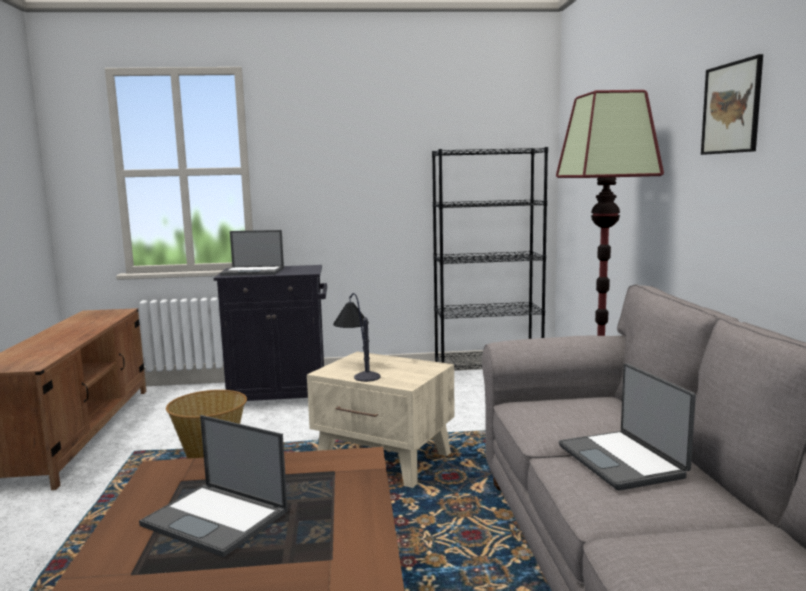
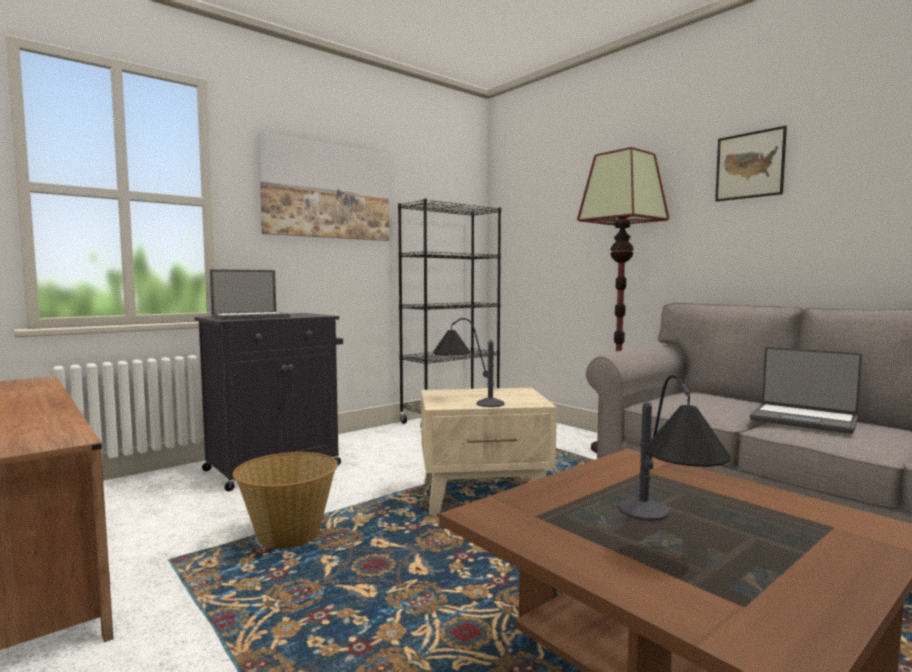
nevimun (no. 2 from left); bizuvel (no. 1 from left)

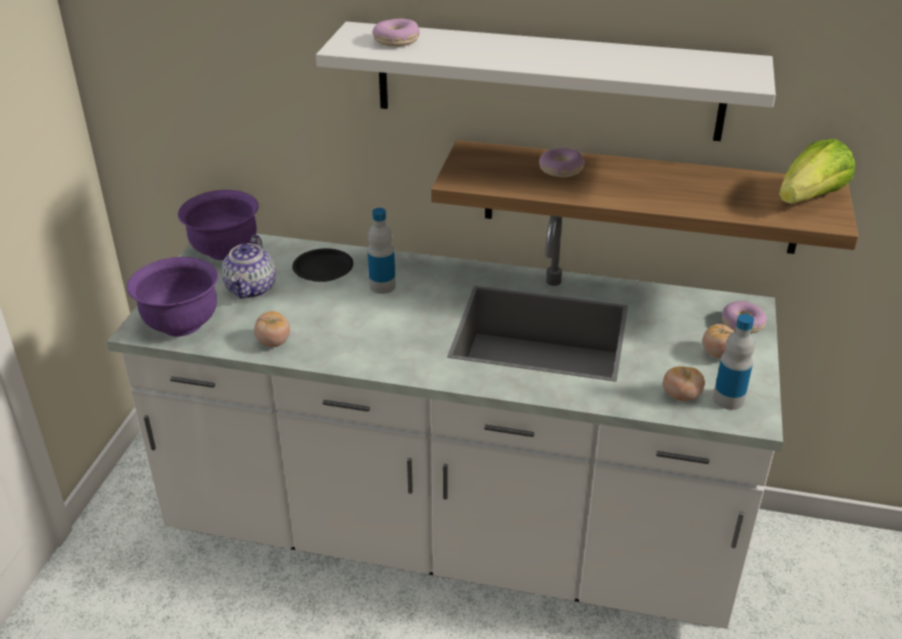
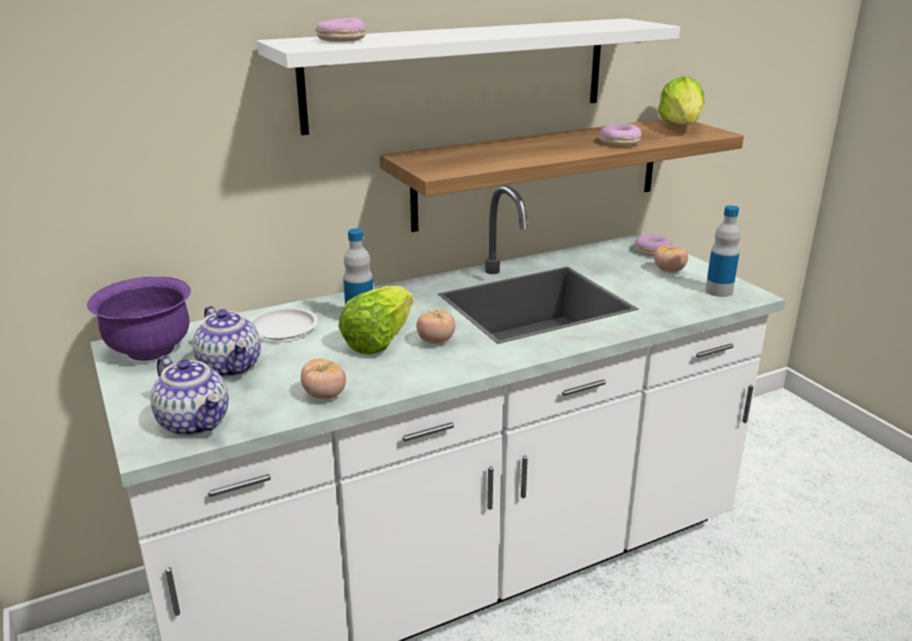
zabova (no. 1 from left); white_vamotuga; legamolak (no. 2 from left); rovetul (no. 2 from left); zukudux (no. 1 from left)

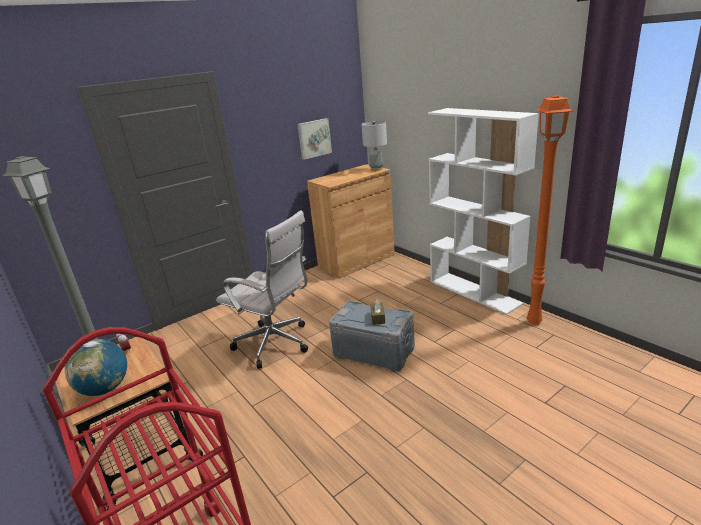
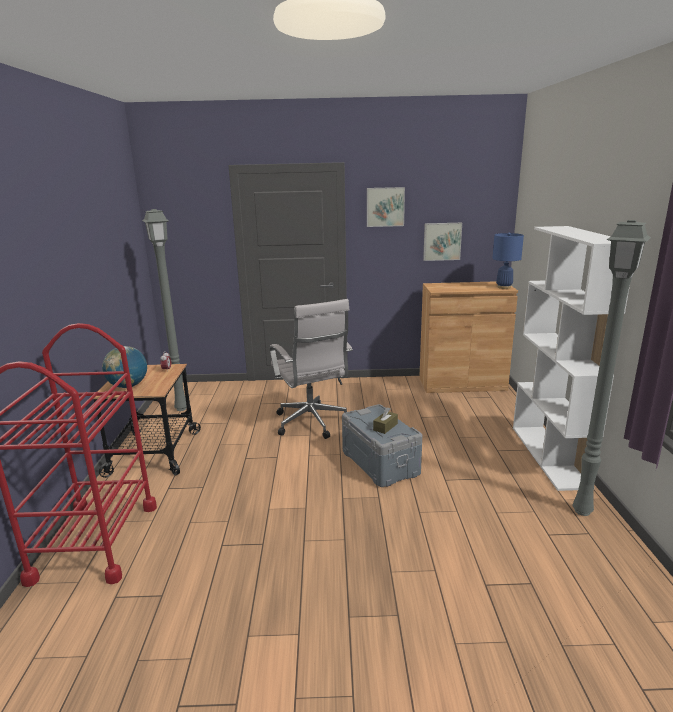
blue_nevimun; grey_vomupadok (no. 2 from left); bizuvel (no. 1 from left)

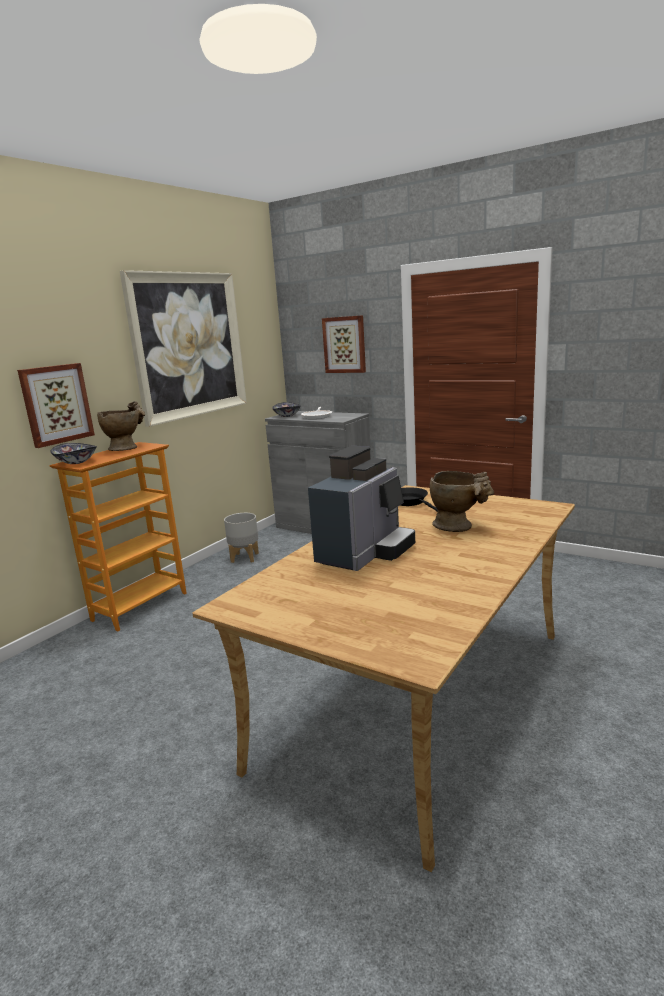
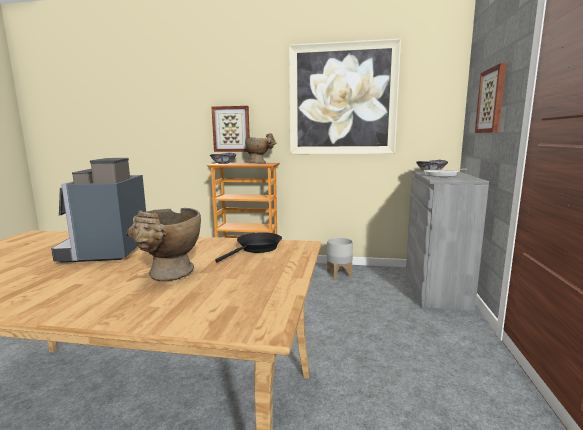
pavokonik

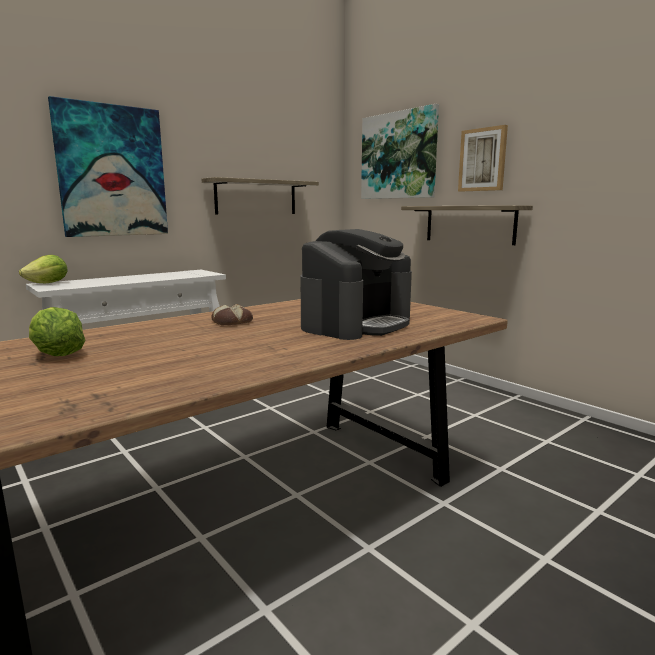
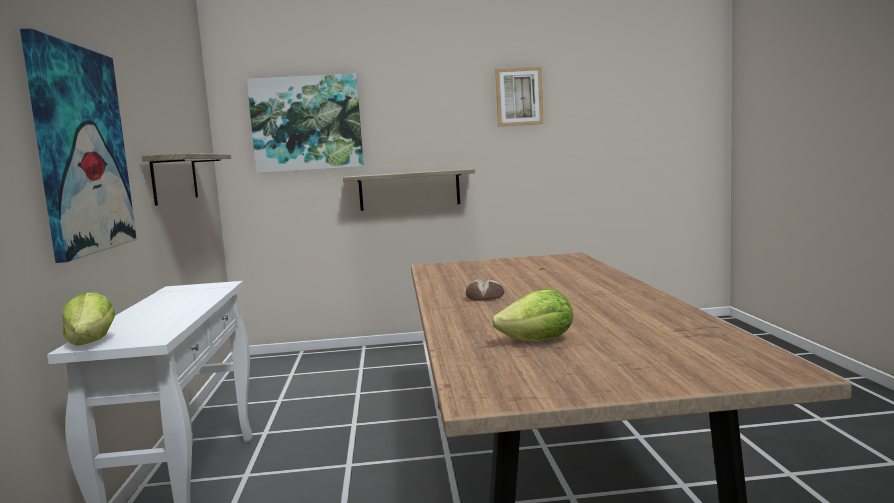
pavokonik; bizuvel (no. 3 from left)

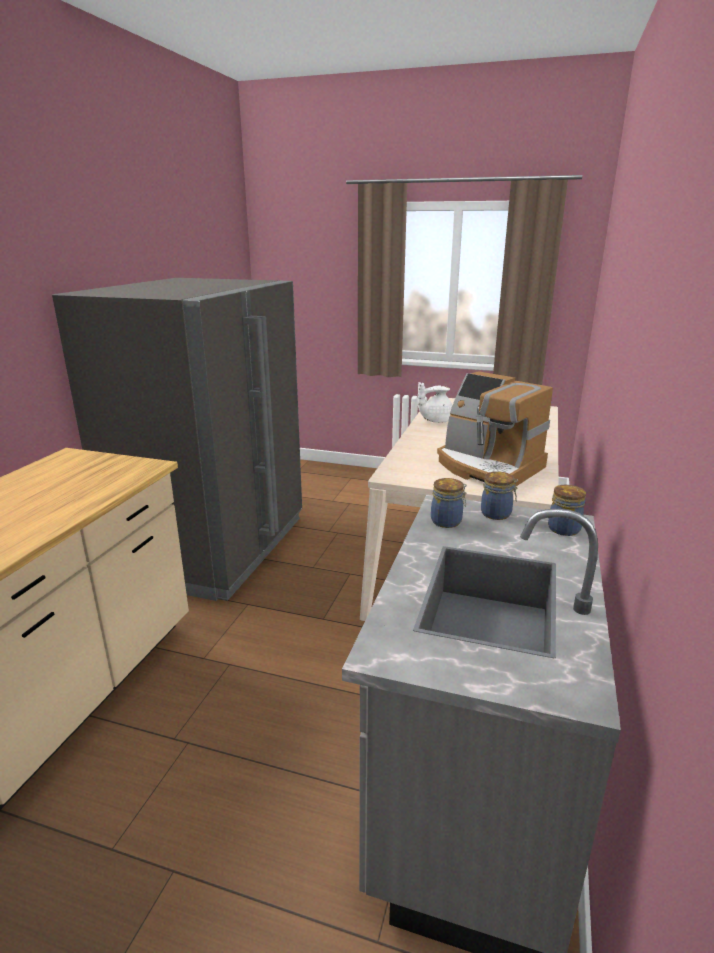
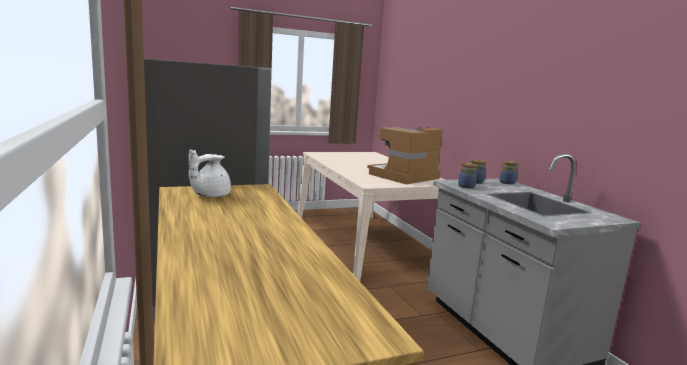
white_zabova; pavokonik

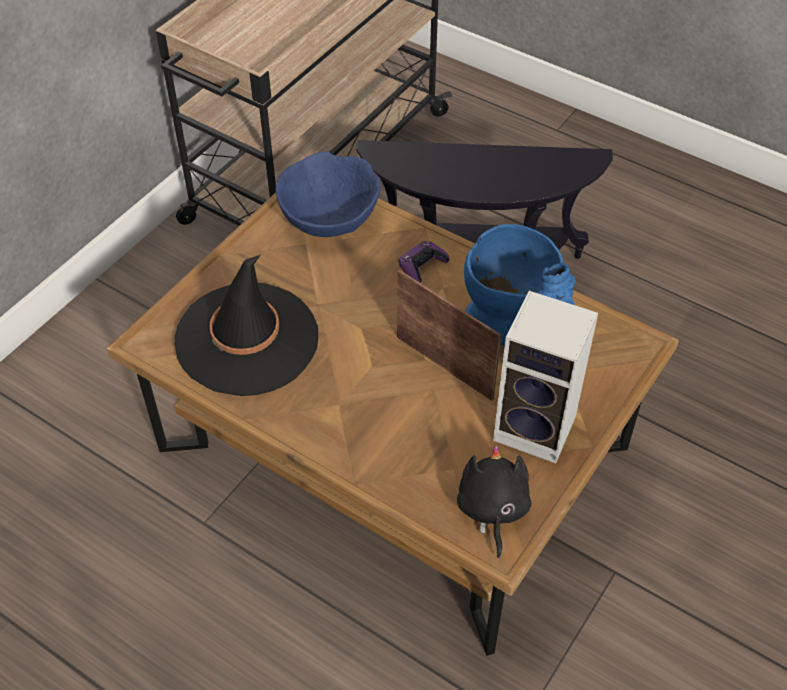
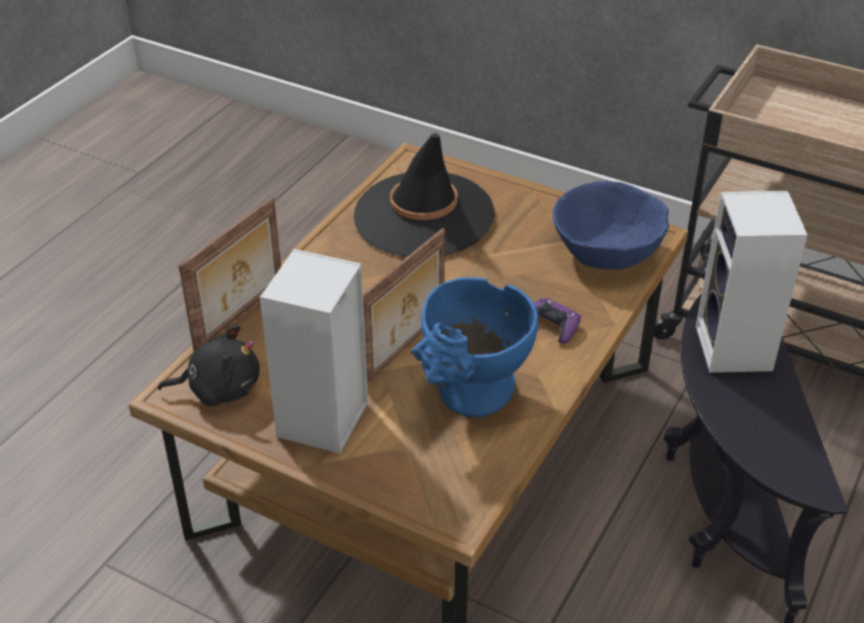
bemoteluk (no. 1 from left); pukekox (no. 2 from left)

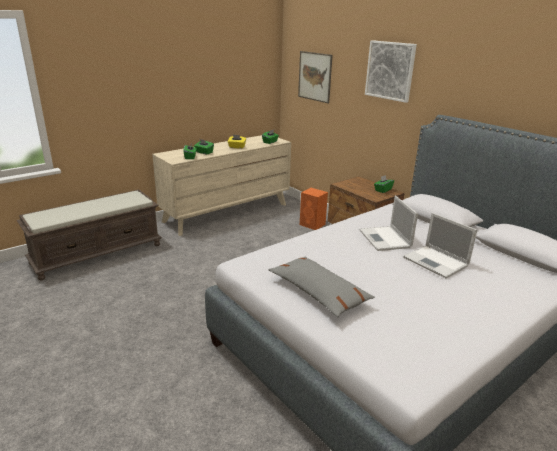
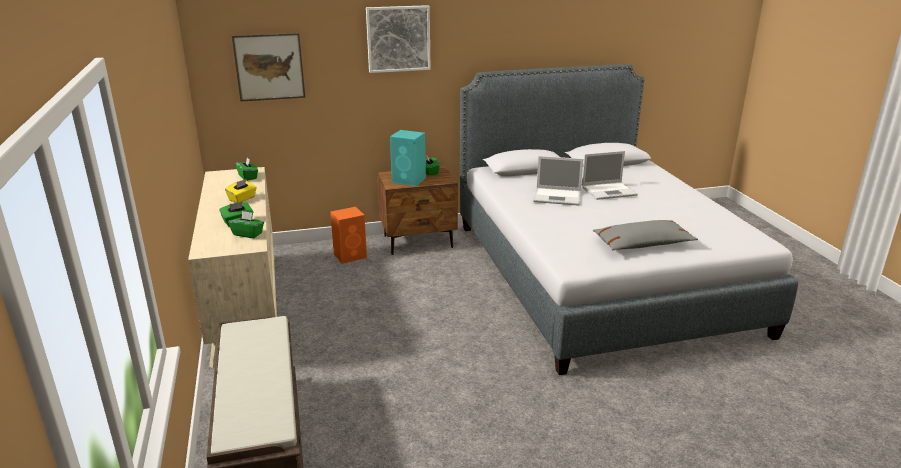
turquoise_pukekox

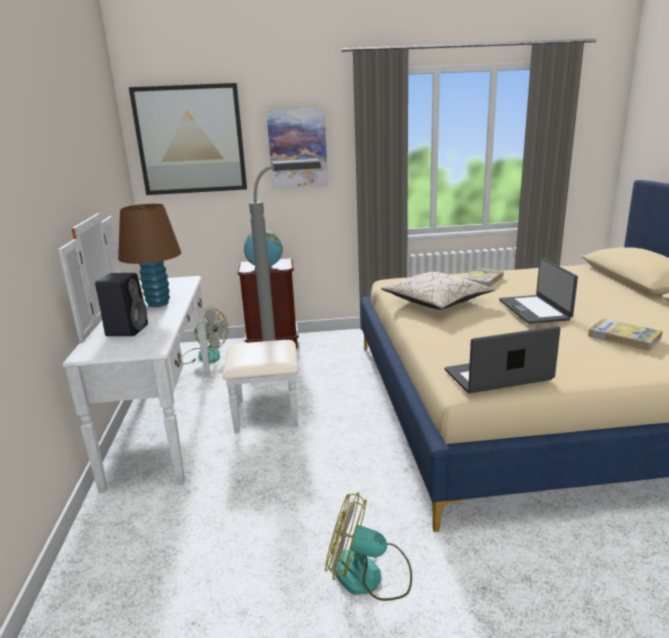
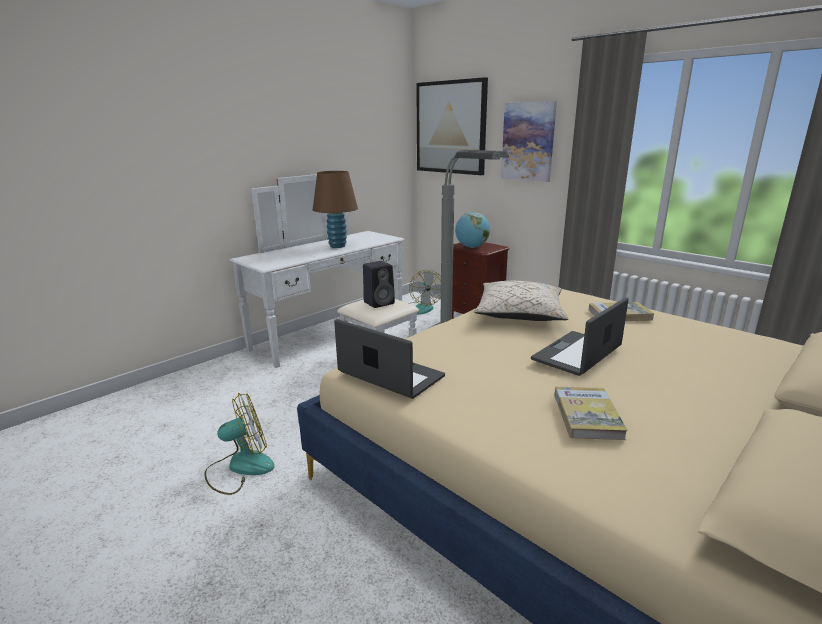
black_pukekox; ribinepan (no. 1 from left)

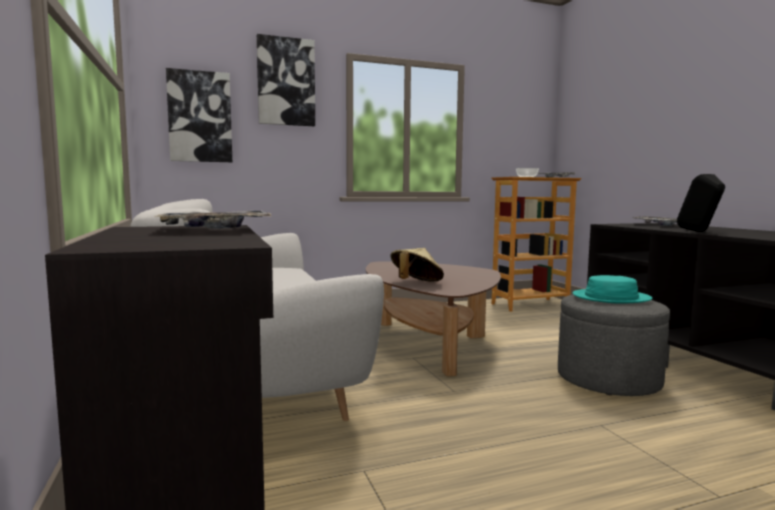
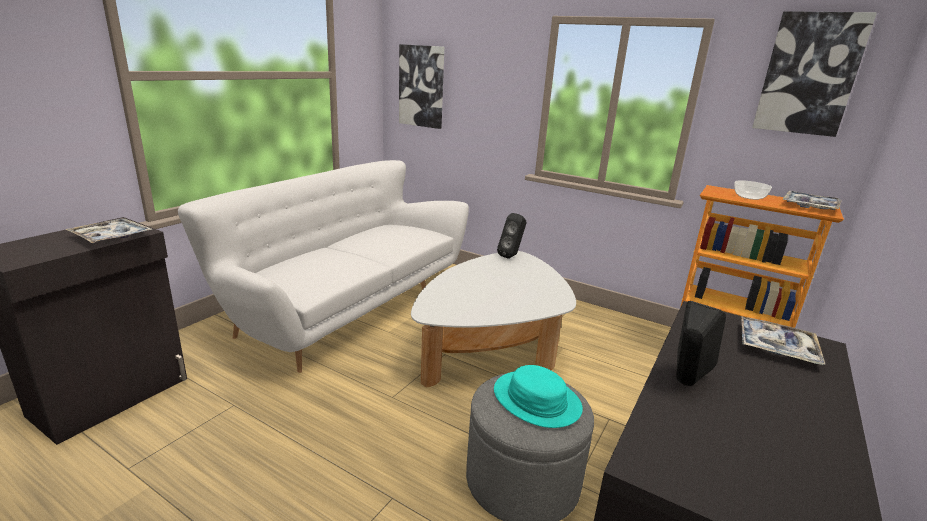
bizuvel (no. 2 from left); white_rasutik; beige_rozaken; black_pukekox (no. 1 from left)

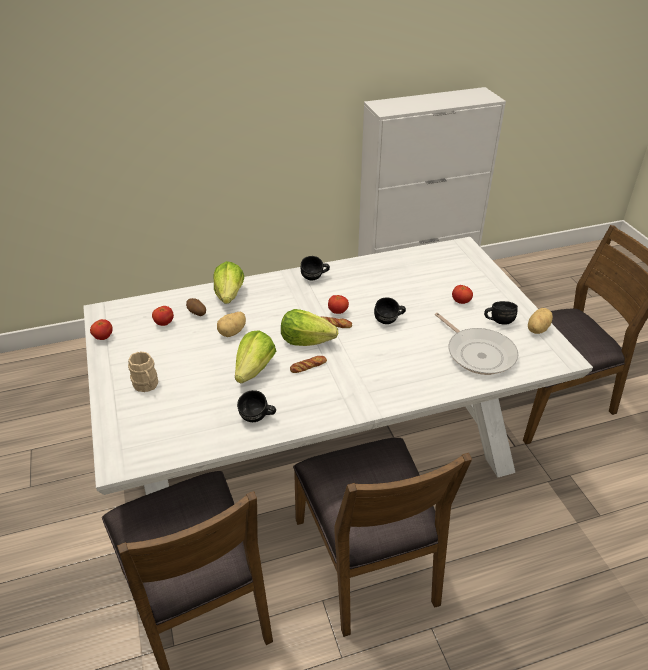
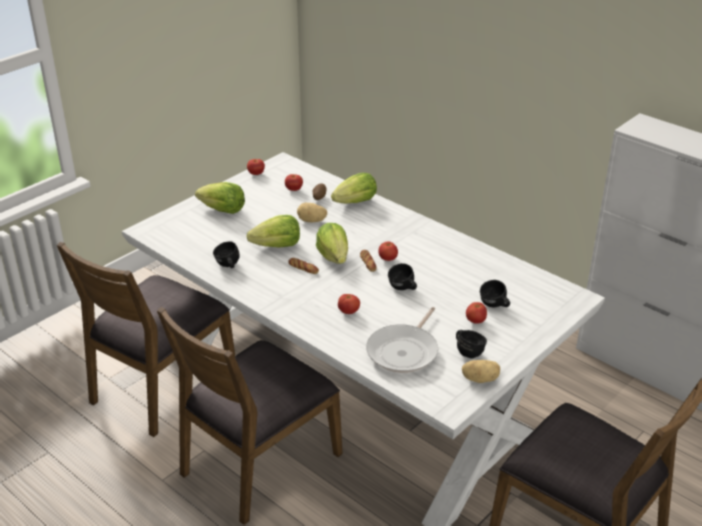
zukudux (no. 1 from left); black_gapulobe (no. 4 from left); rovetul (no. 3 from left)

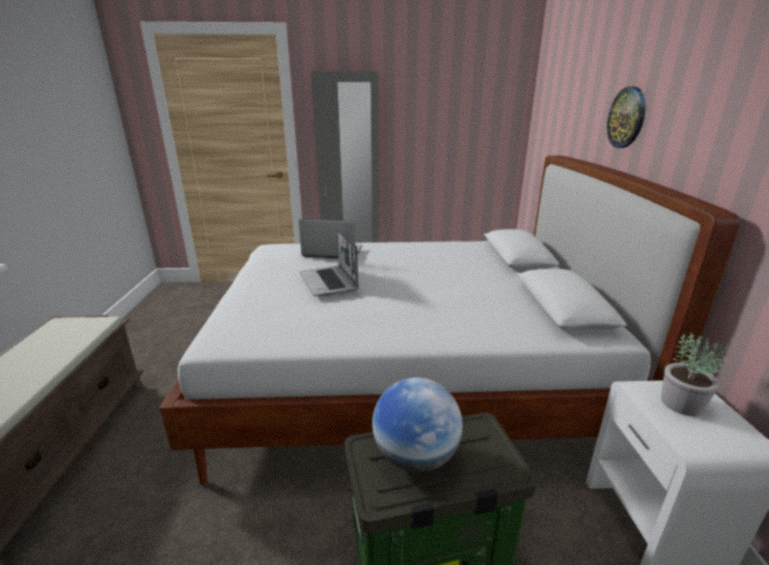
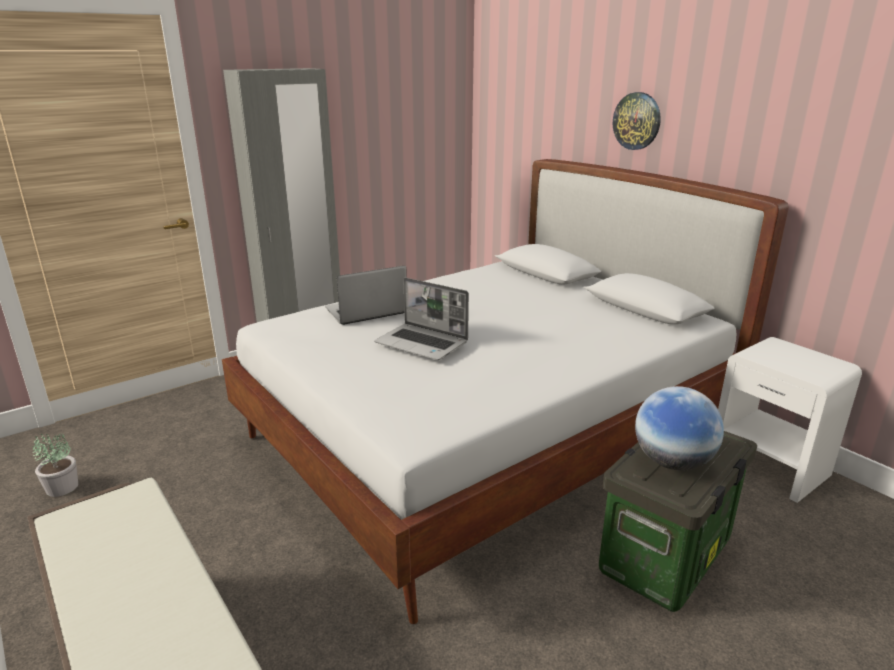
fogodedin

